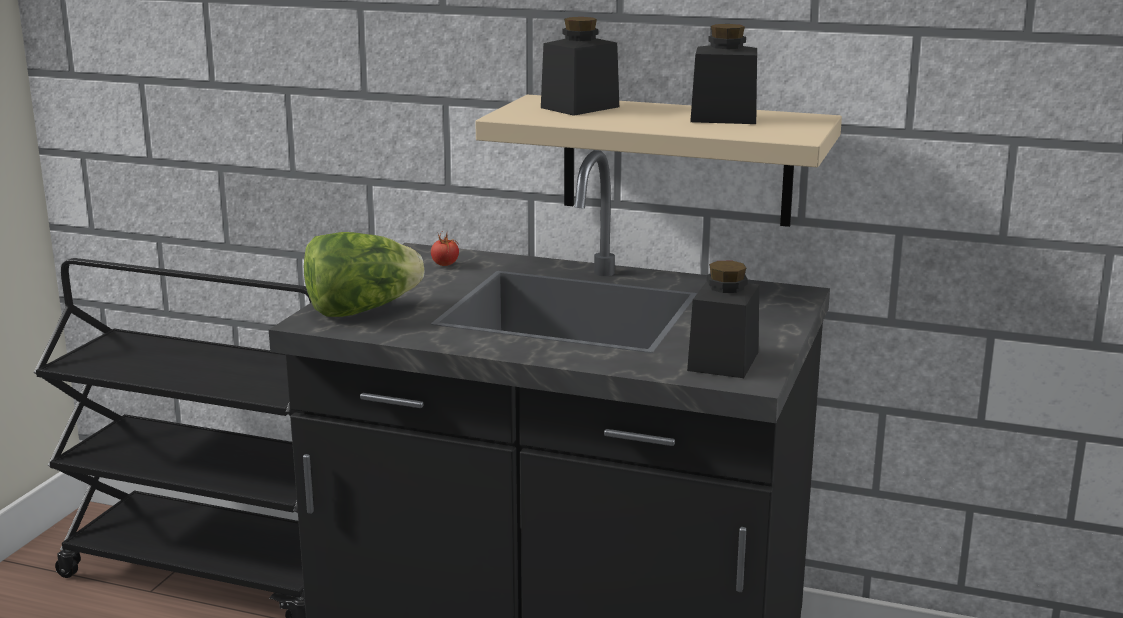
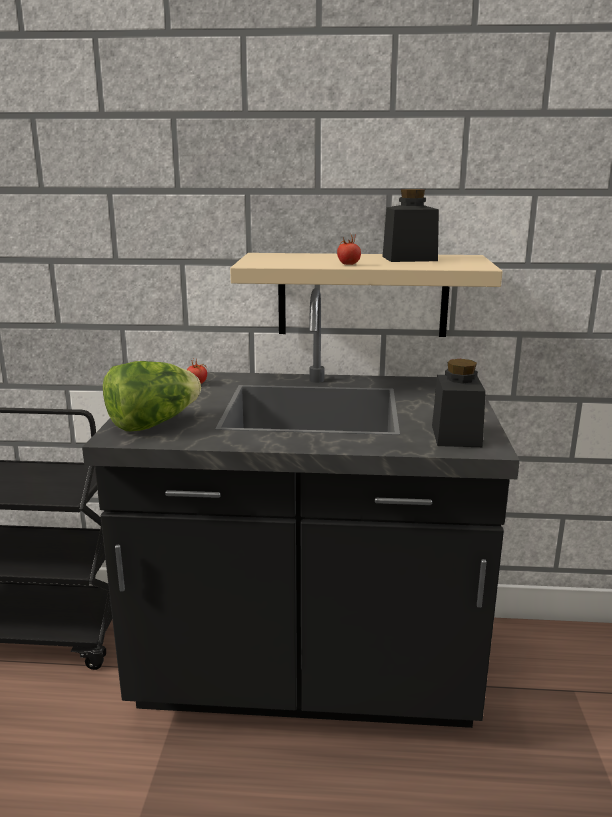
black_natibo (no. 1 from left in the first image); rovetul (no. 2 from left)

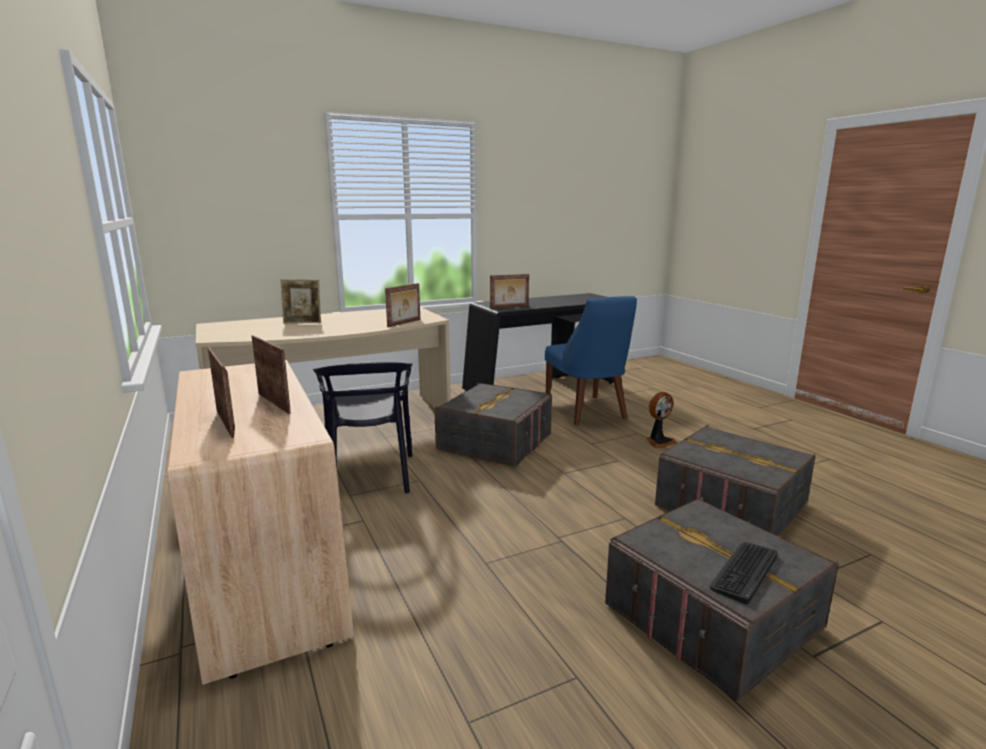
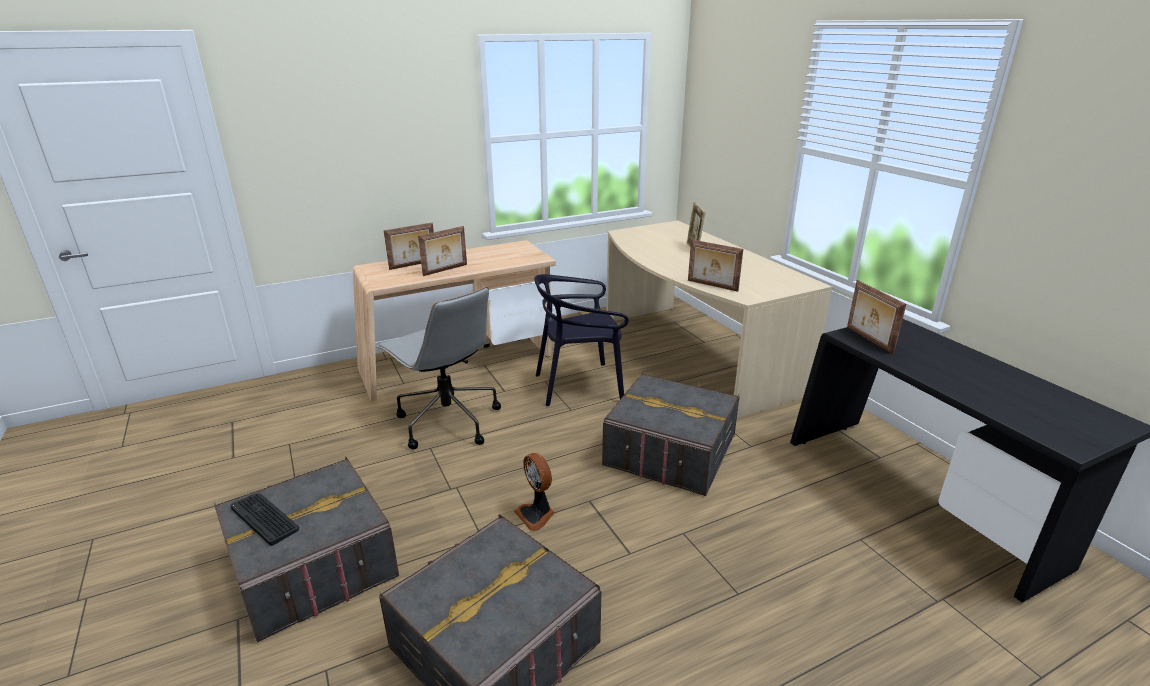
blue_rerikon; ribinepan; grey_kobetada

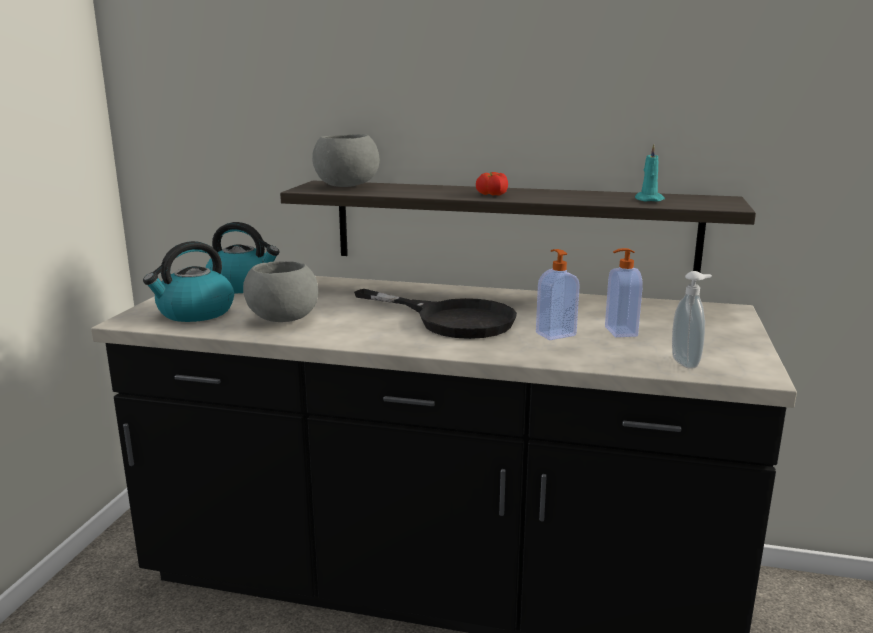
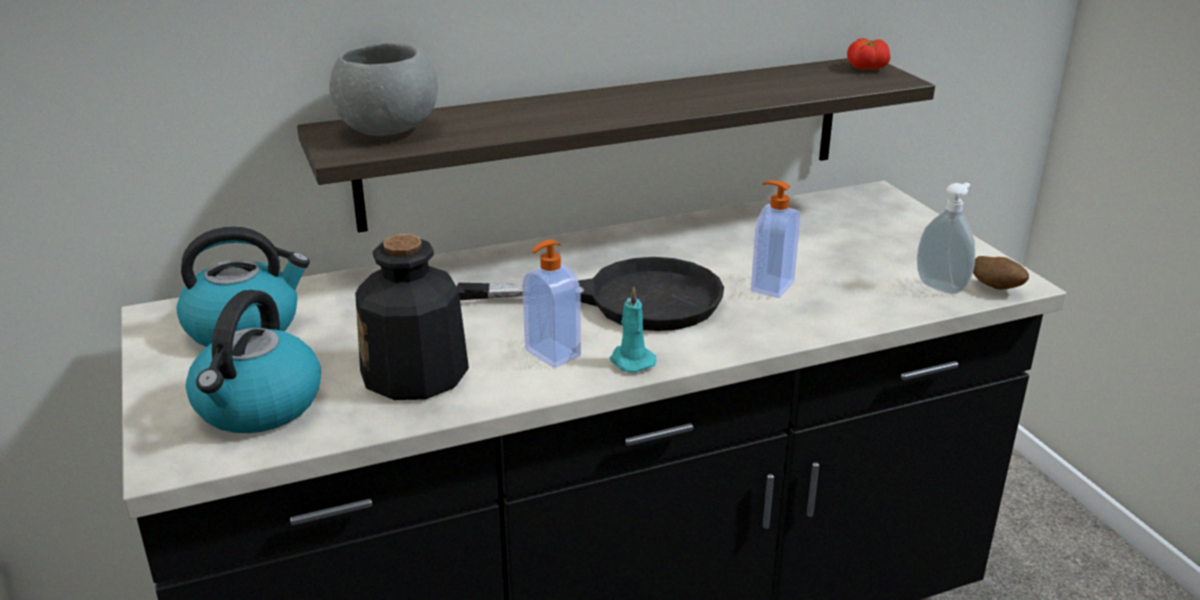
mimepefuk; rovetul; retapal (no. 1 from left); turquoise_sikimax; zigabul

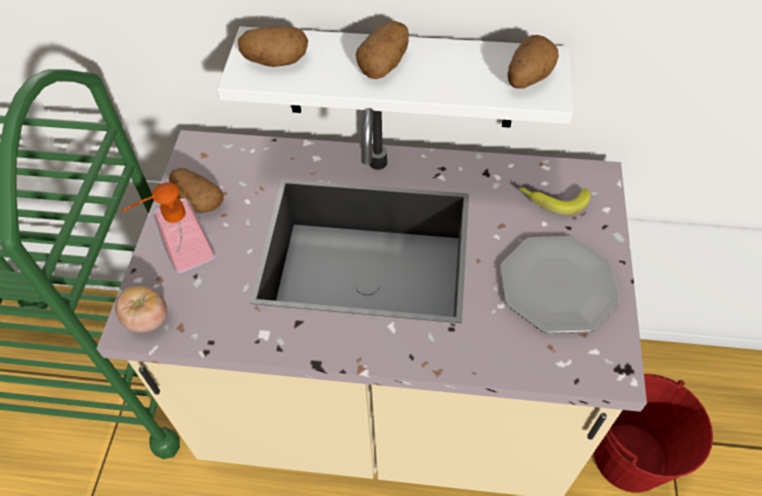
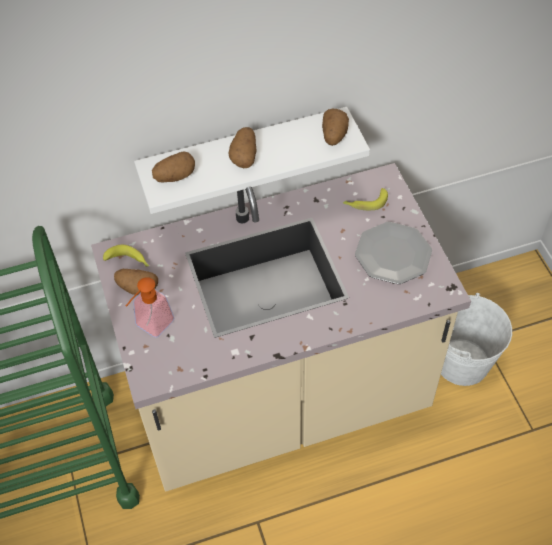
rovetul; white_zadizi; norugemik (no. 1 from left)

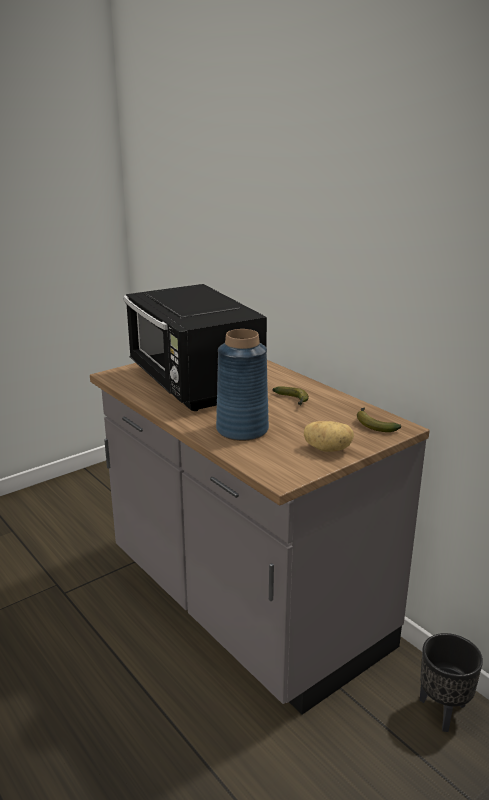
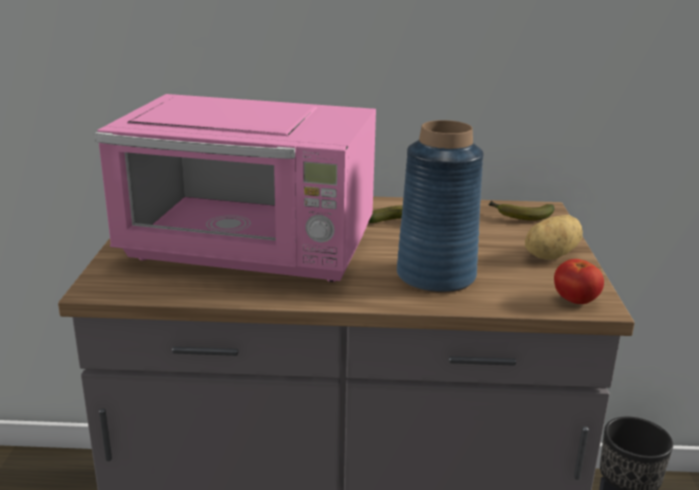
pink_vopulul; rovetul

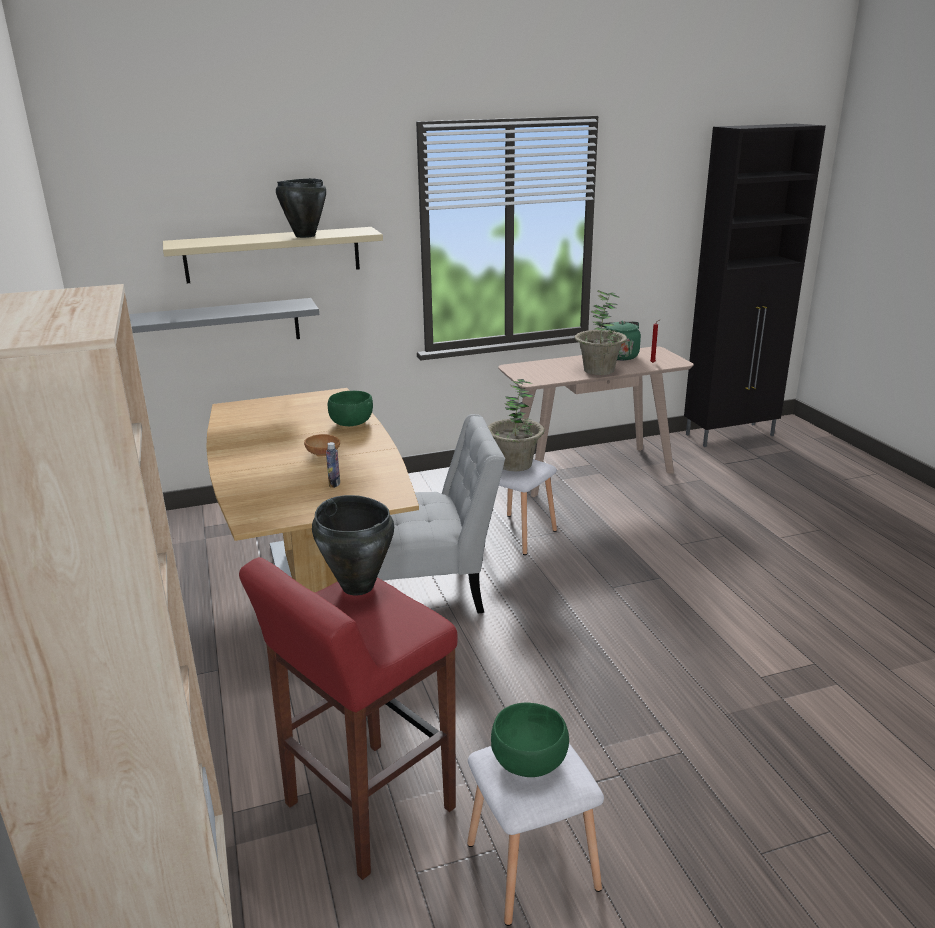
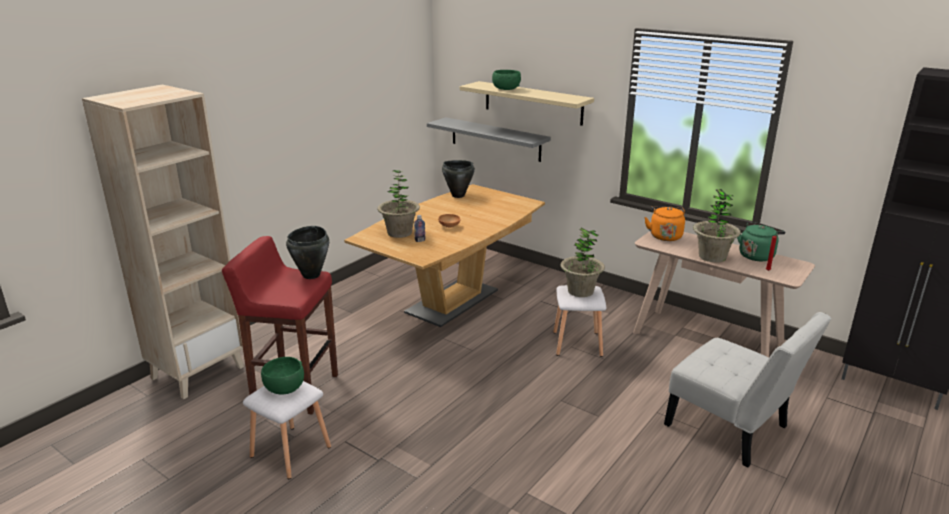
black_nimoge (no. 2 from left); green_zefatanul (no. 2 from left); white_rerikon; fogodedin (no. 1 from left); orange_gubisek

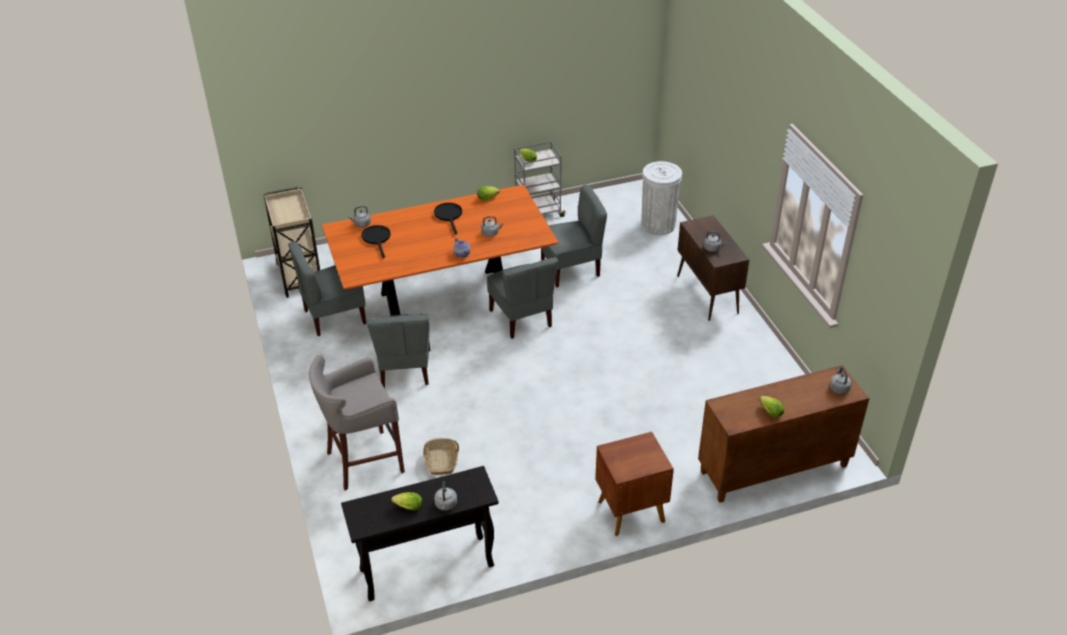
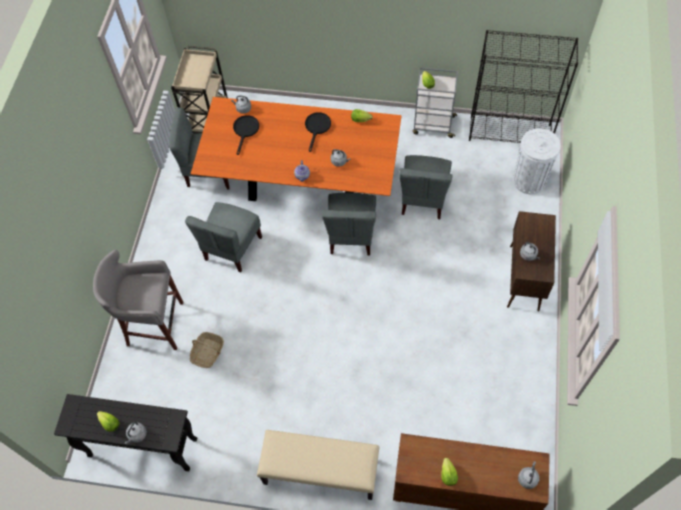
grey_rerikon (no. 4 from left); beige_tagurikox; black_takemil

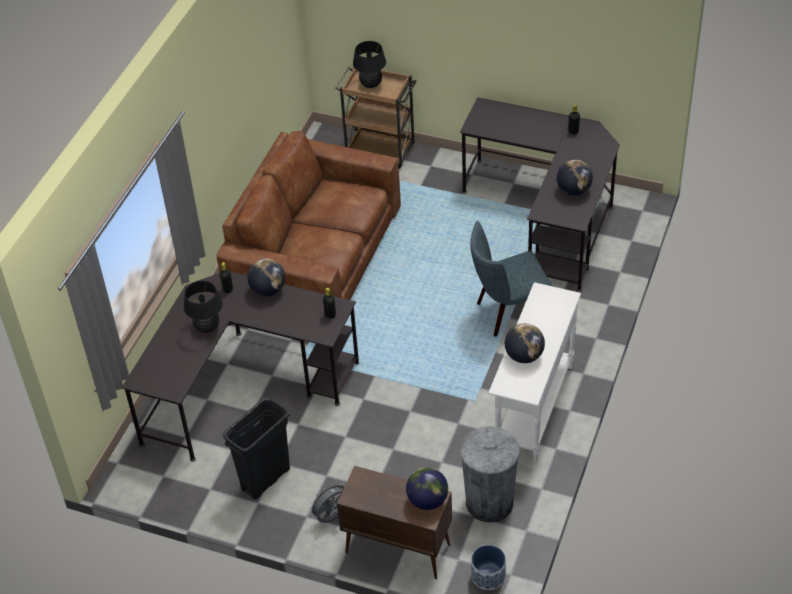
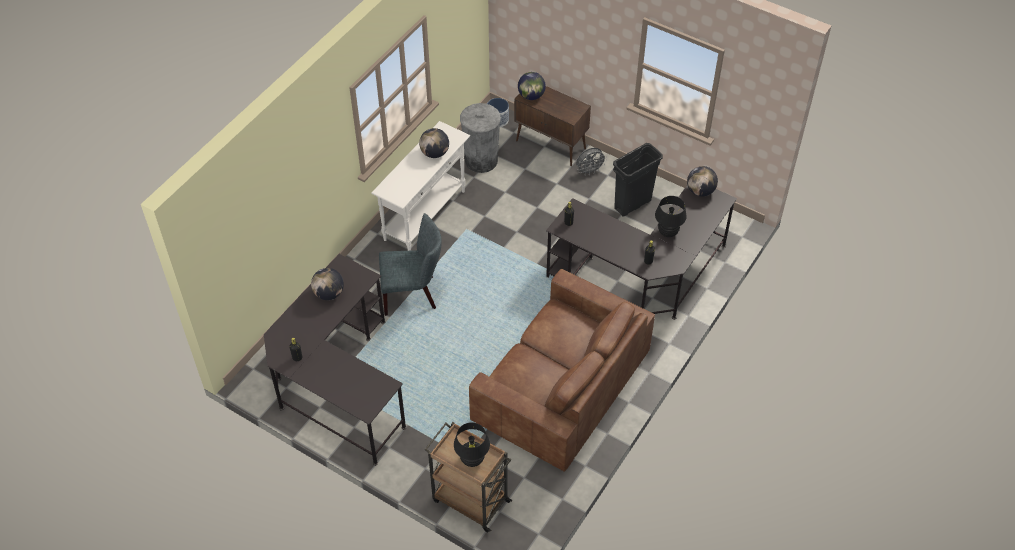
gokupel (no. 4 from left)

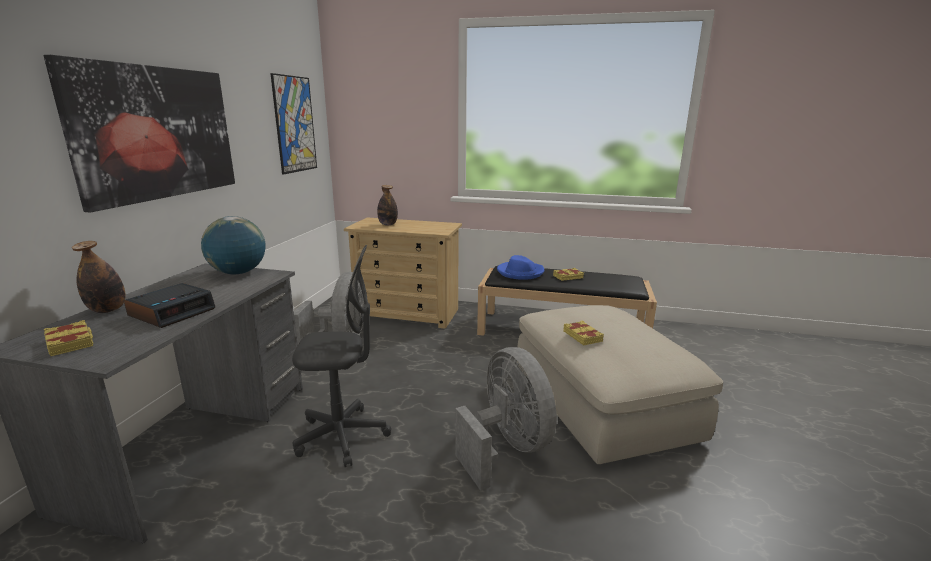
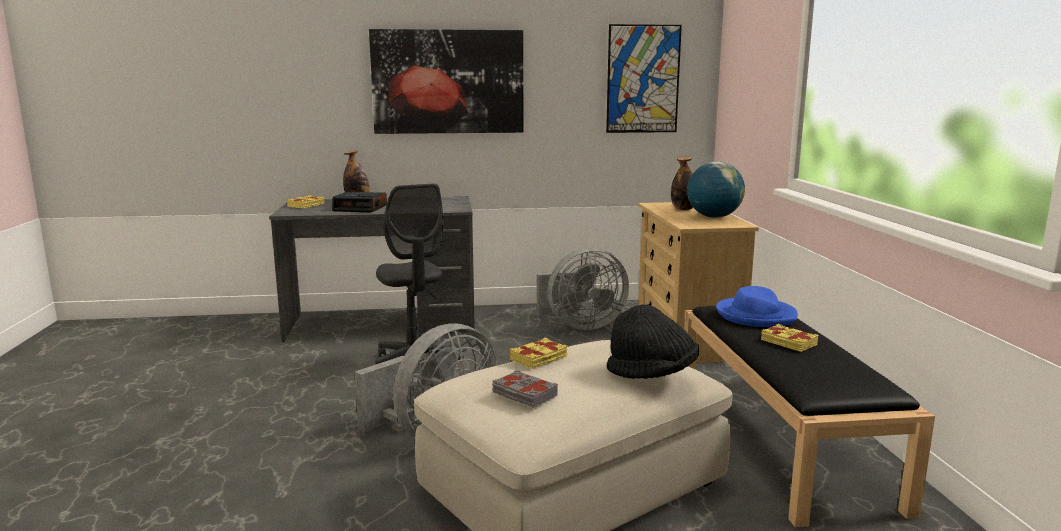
gokupel; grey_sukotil; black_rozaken

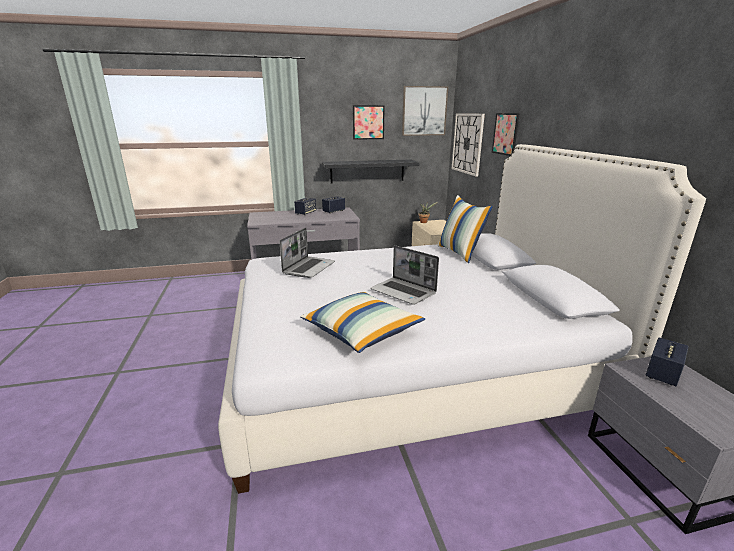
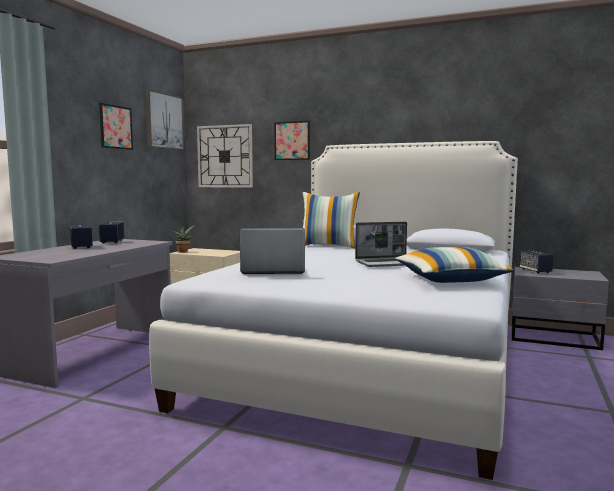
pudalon (no. 1 from left); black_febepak

